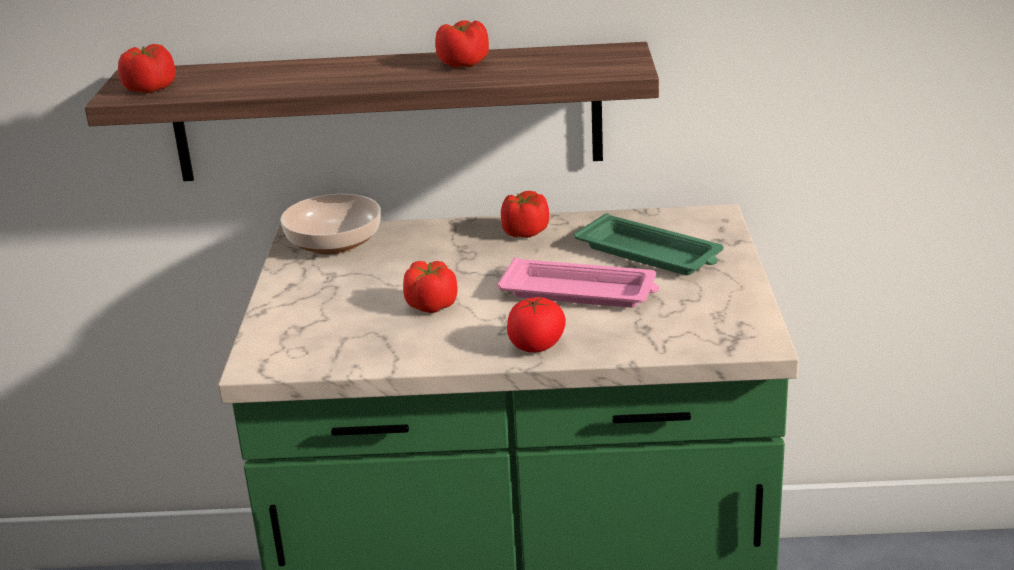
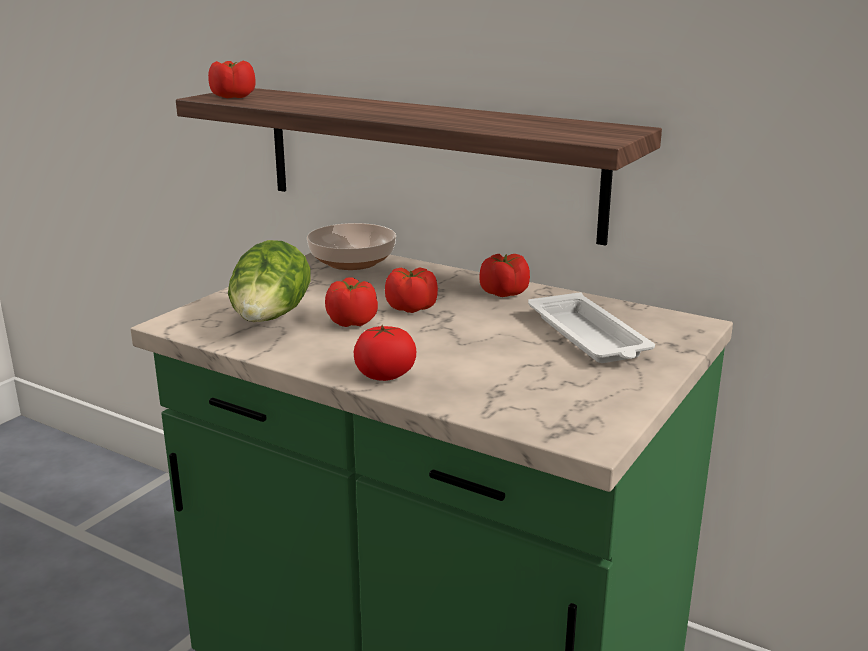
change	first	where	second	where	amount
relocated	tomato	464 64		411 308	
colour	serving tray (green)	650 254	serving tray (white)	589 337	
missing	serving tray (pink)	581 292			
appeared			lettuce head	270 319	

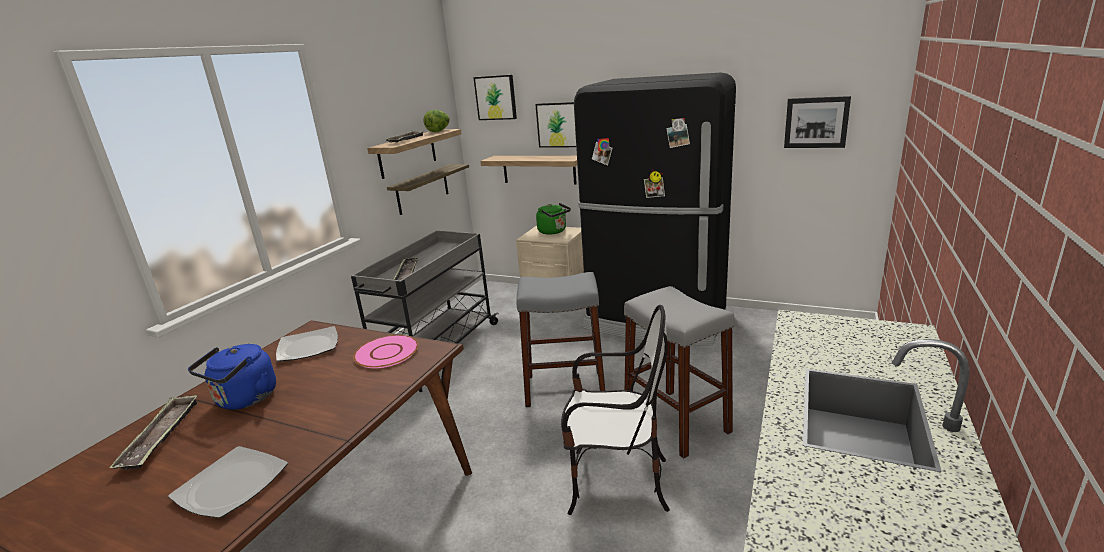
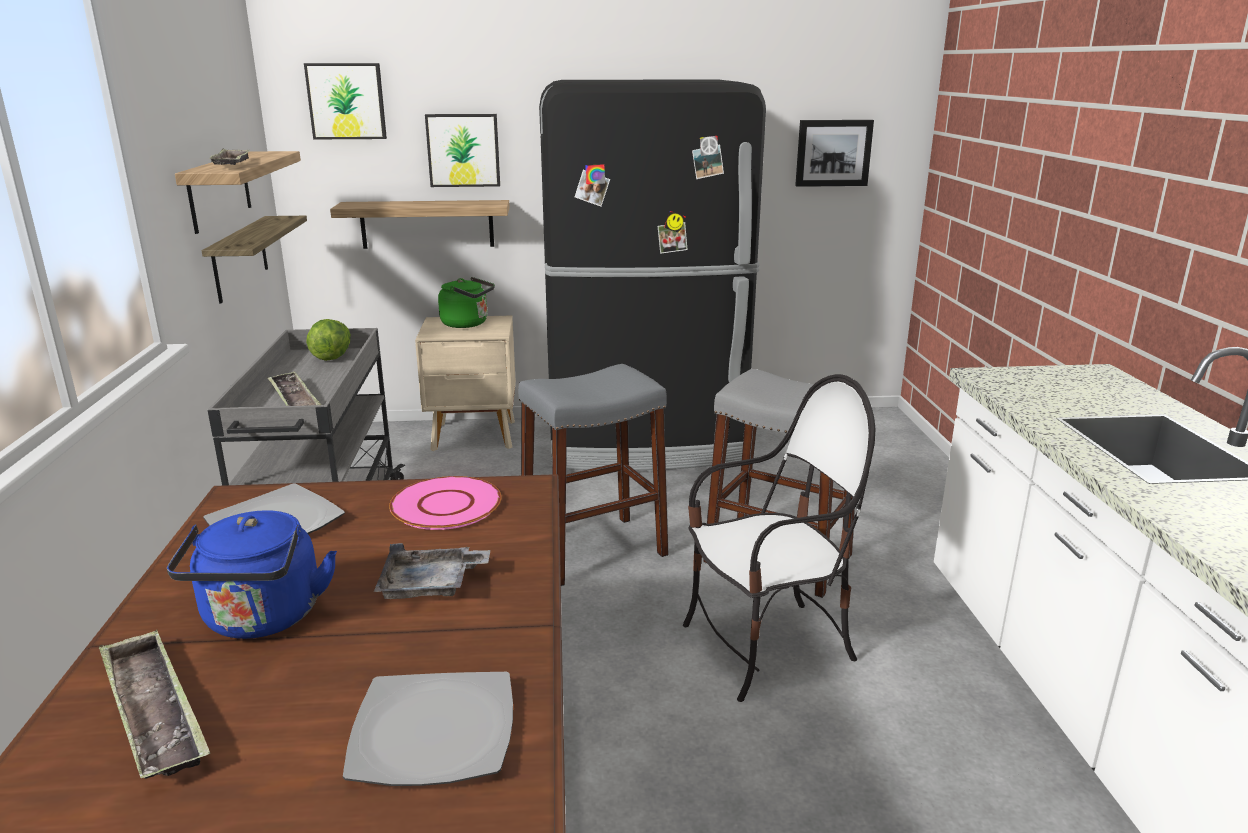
change	first	where	second	where	amount
relocated	lettuce head	439 131		332 356	
appeared			serving tray (grey)	430 585	

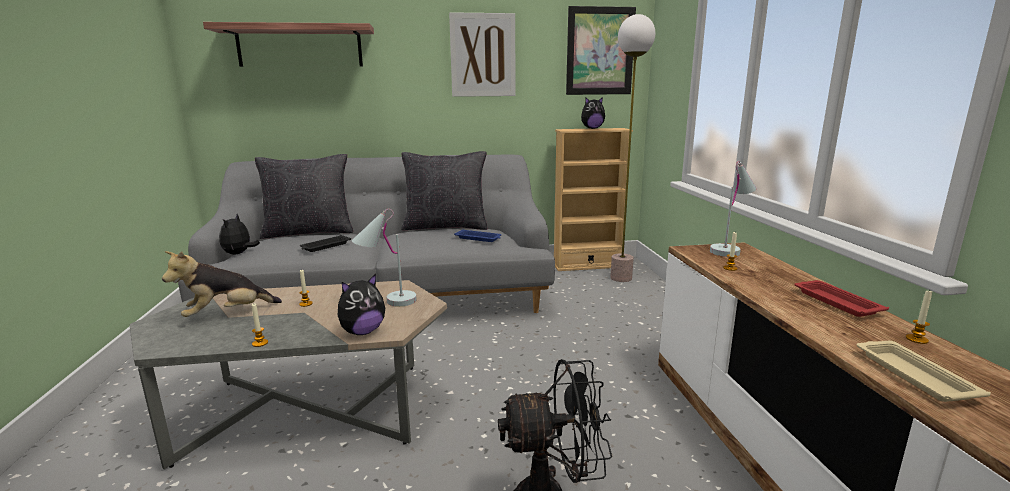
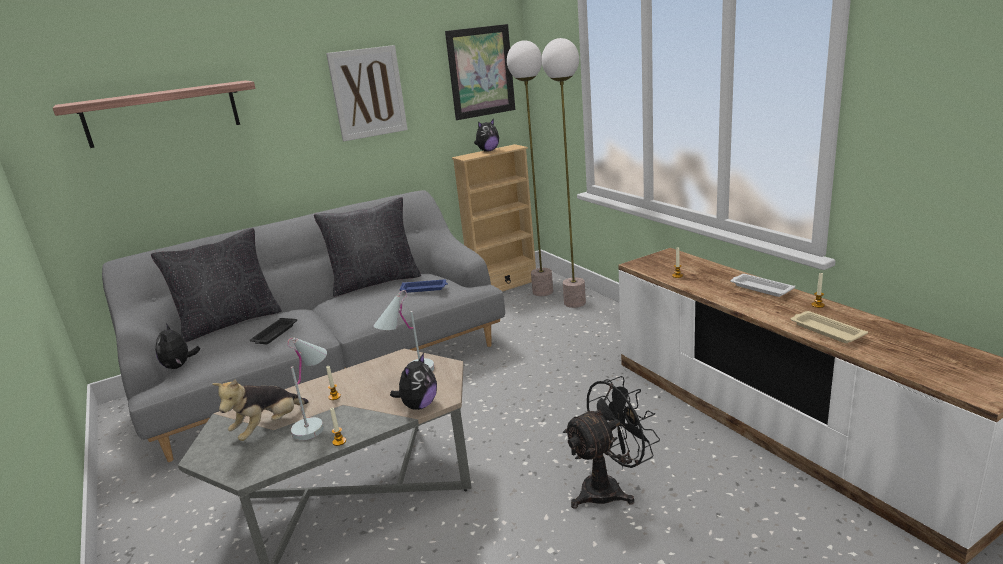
change	first	where	second	where	amount
relocated	lamp for a table (white)	730 249		317 422	
colour	serving tray (red-coloured)	835 302	serving tray (white)	760 288	
appeared			standing lamp	575 303	

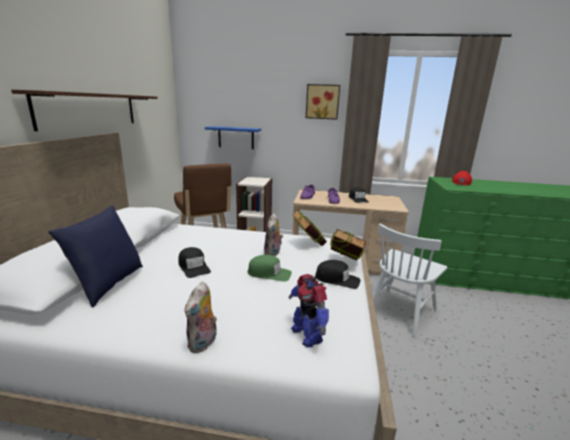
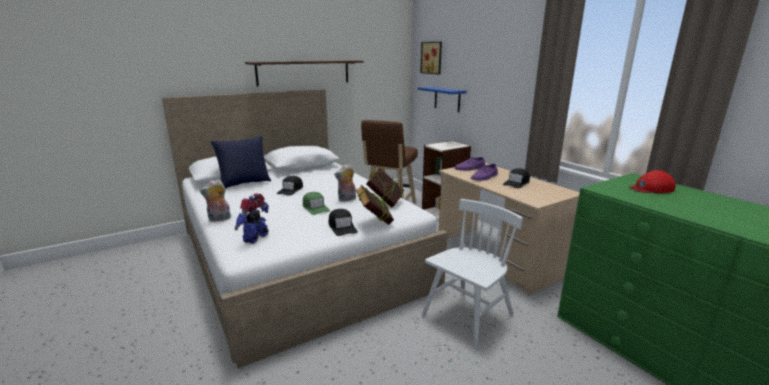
change	first	where	second	where	amount
relocated	wall art	322 102		432 58	
spun	chair (white)	400 311		467 316	135 degrees clockwise

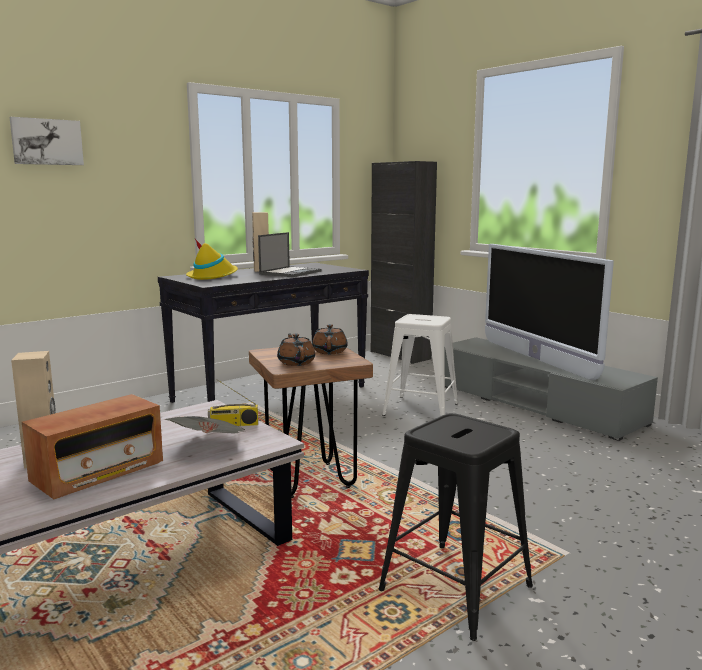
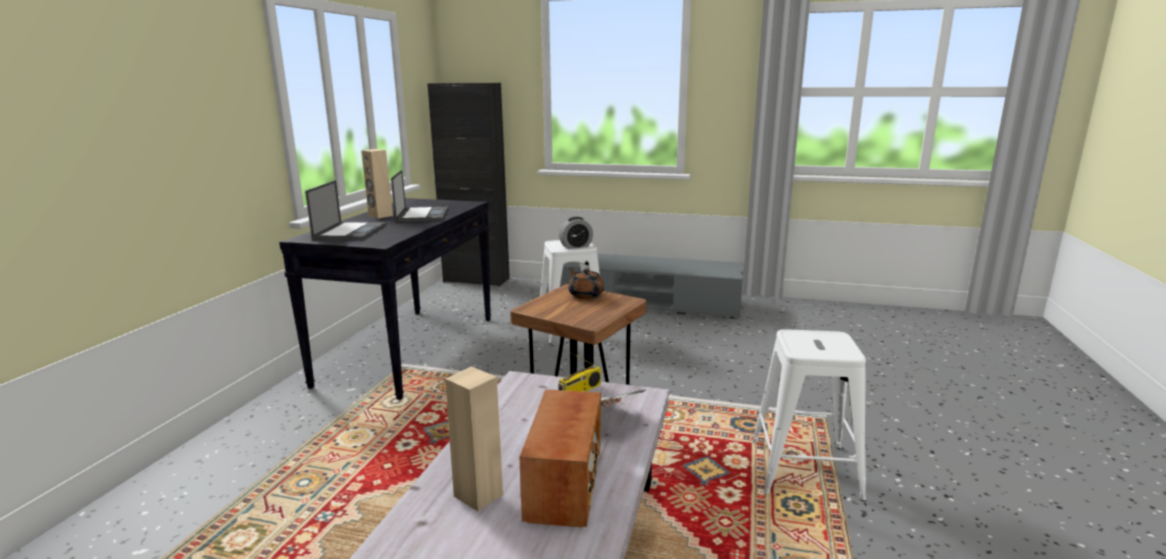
change	first	where	second	where	amount
missing	wall art	47 142			
exchanged	hat (yellowish)	213 276	portable computer	350 232	
missing	TV	536 359			
missing	teapot (brown)	296 362			
colour	sitting stool (black-coloured)	455 588	sitting stool (white)	804 469	
appeared			alarm clock	576 246	

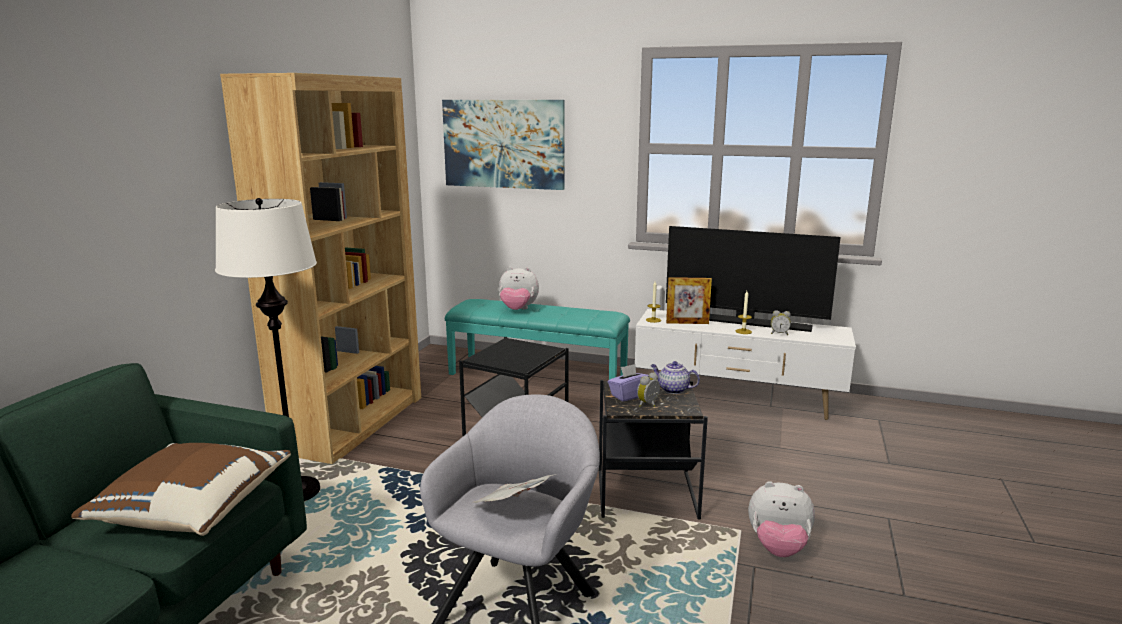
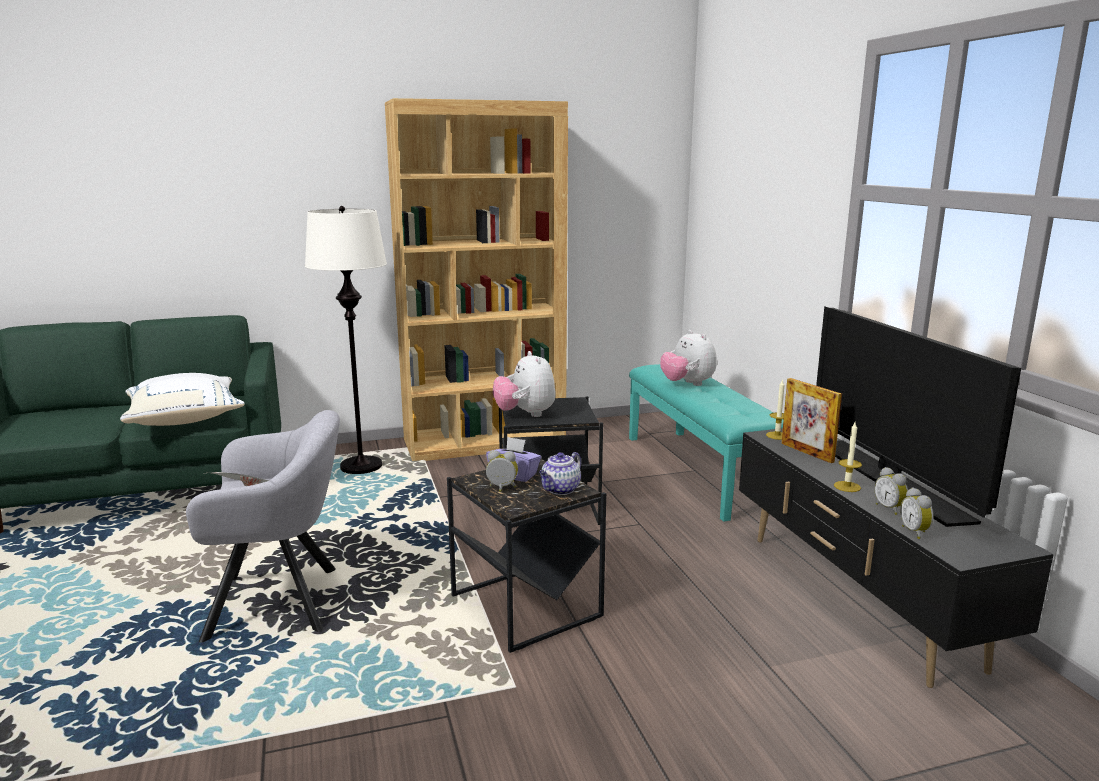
change	first	where	second	where	amount
missing	wall art	503 144			
colour	tv unit (white)	737 401	tv unit (black-coloured)	856 599	
spun	teapot	673 390		560 490	135 degrees counterclockwise
colour	pillow (brown)	192 510	pillow (white)	185 419	
relocated	cuddly toy	778 548		525 414	
appeared			alarm clock	915 532	

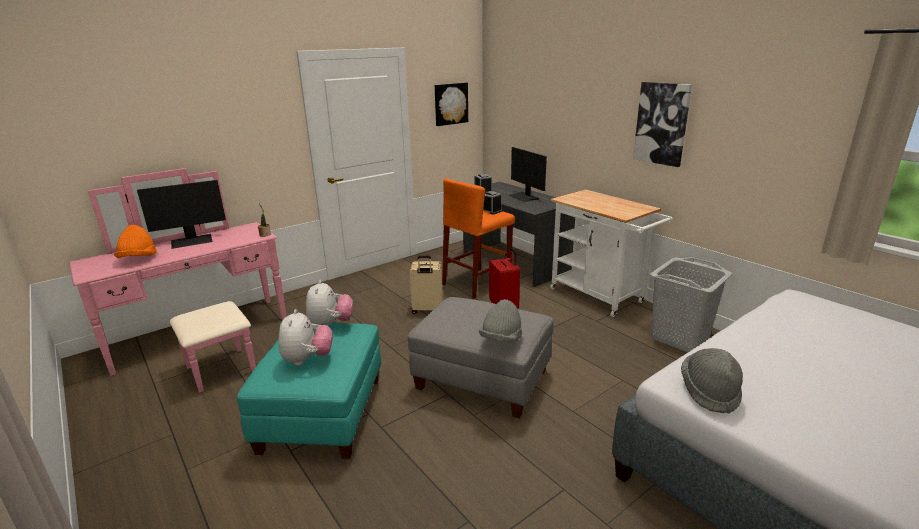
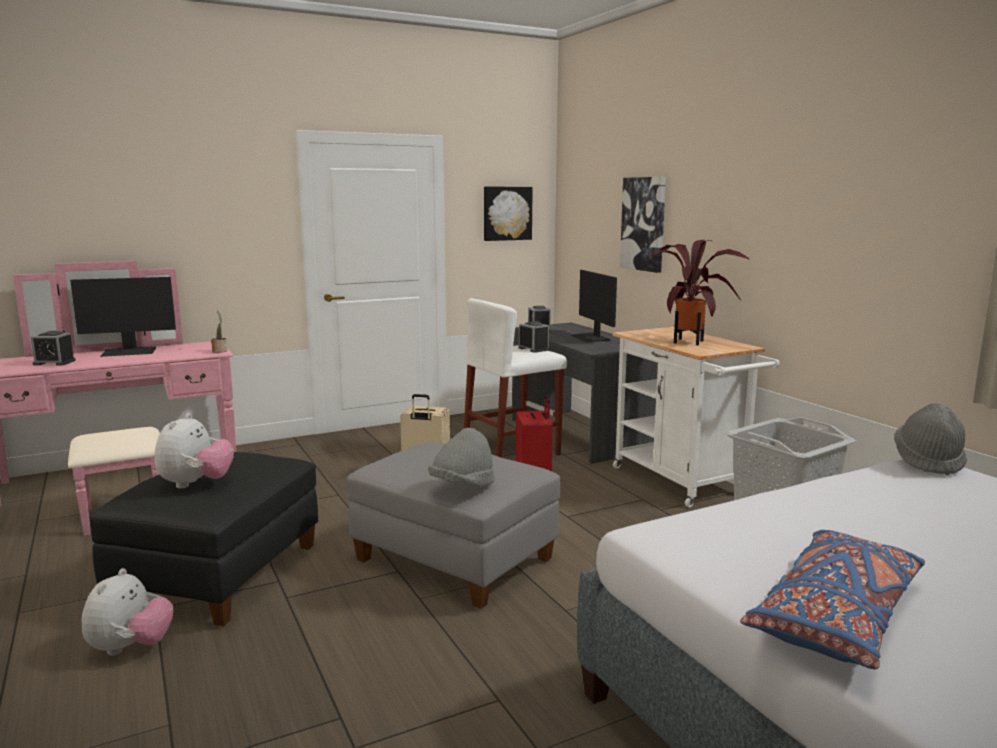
change	first	where	second	where	amount
relocated	wall art	662 123		644 224	
colour	sitting stool (orange-coloured)	476 283	sitting stool (white)	511 452	
exchanged	hat (orange-coloured)	138 259	alarm clock	54 362	
relocated	cuddly toy	330 325		130 647	
colour	ottoman (turquoise-coloured)	322 415	ottoman (black-coloured)	218 575	
relocated	hat (grey)	709 392		928 462	
appeared			houseplant	691 341	
appeared			pillow (bluish)	837 616	

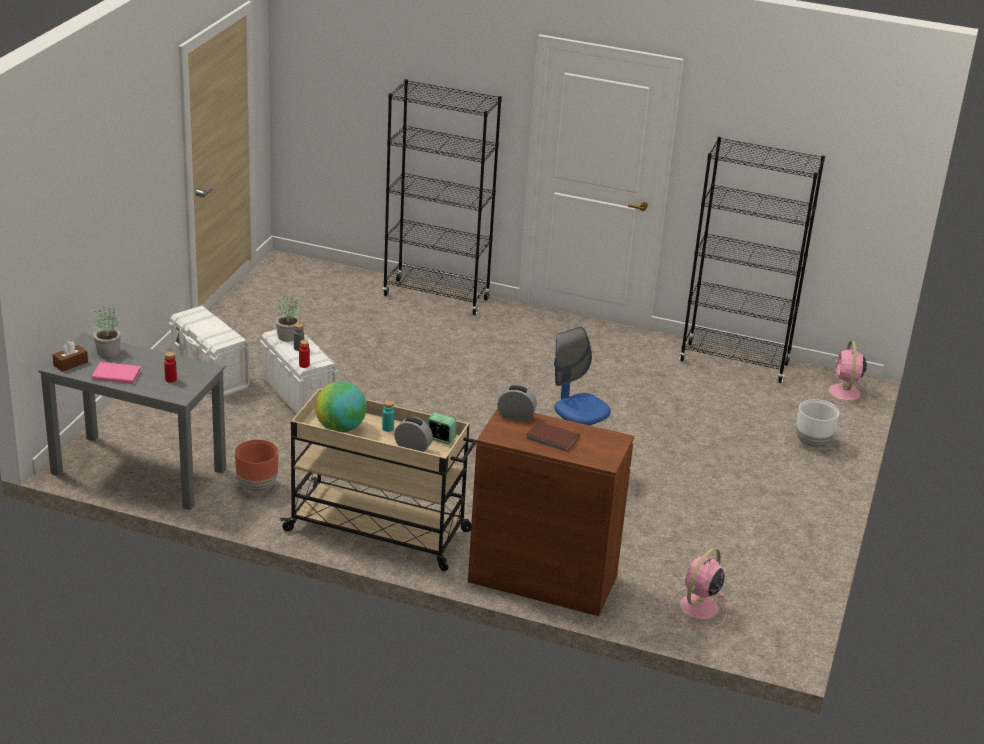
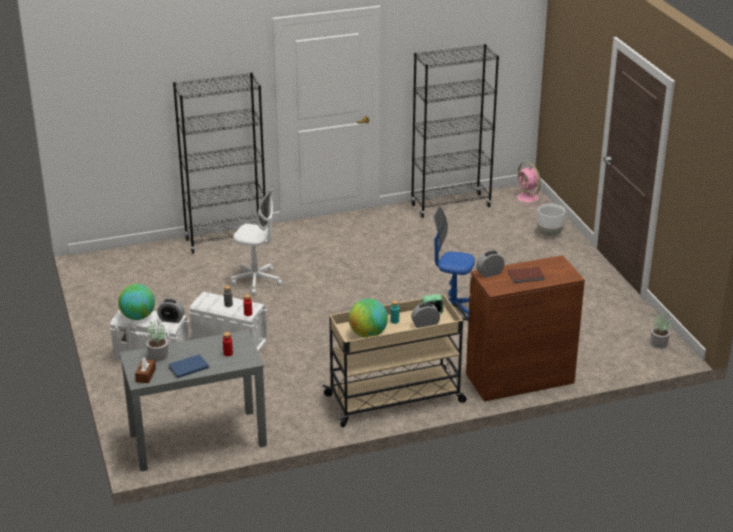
change	first	where	second	where	amount
relocated	houseplant	288 336		659 343	
colour	volume (pink)	116 374	volume (bluish)	187 367	
missing	planter (brown)	256 486			
missing	cooling fan (pink)	698 608			
appeared			computer chair (white)	256 281	
appeared			desk globe	138 317	
appeared			alarm clock	171 320	

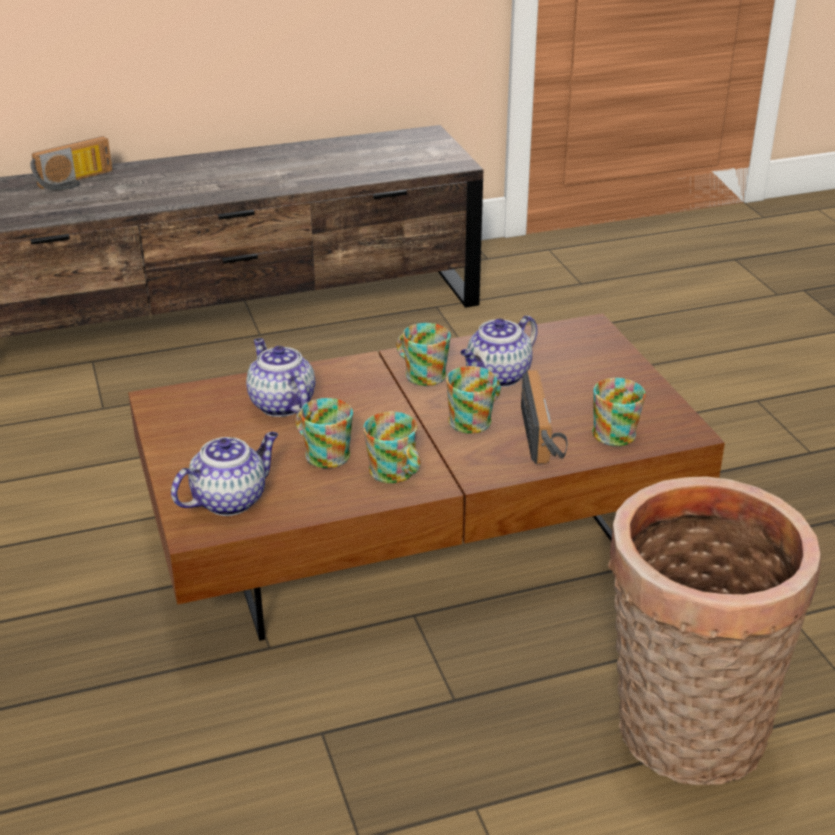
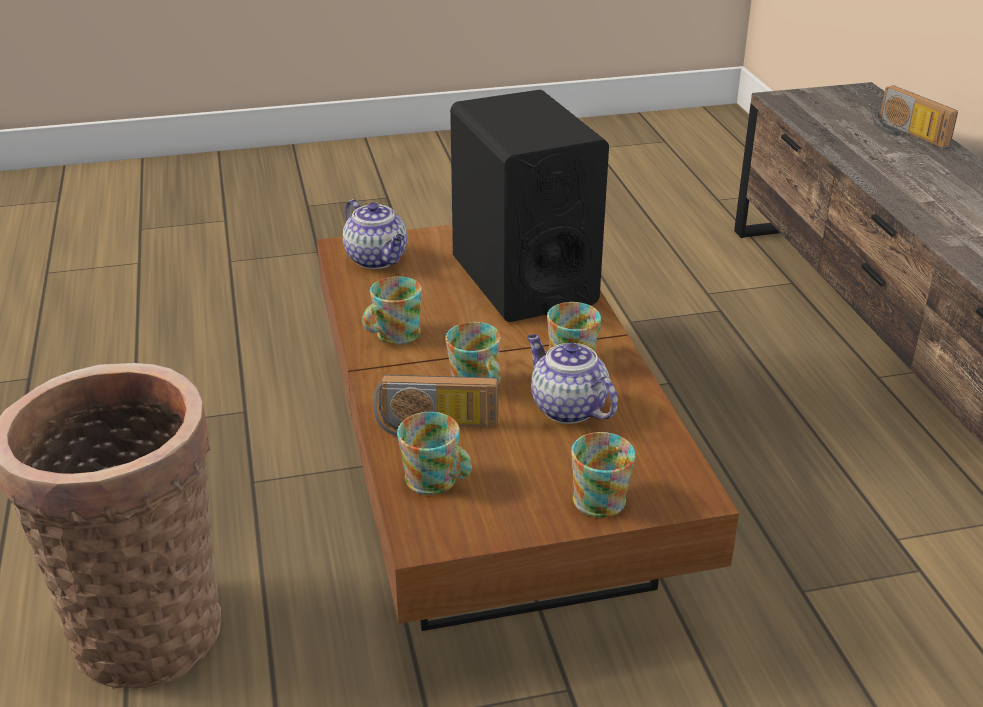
change	first	where	second	where	amount
exchanged	teapot	280 404	audio speaker (black-coloured)	523 280	
relocated	tea mug	323 453		605 497	

